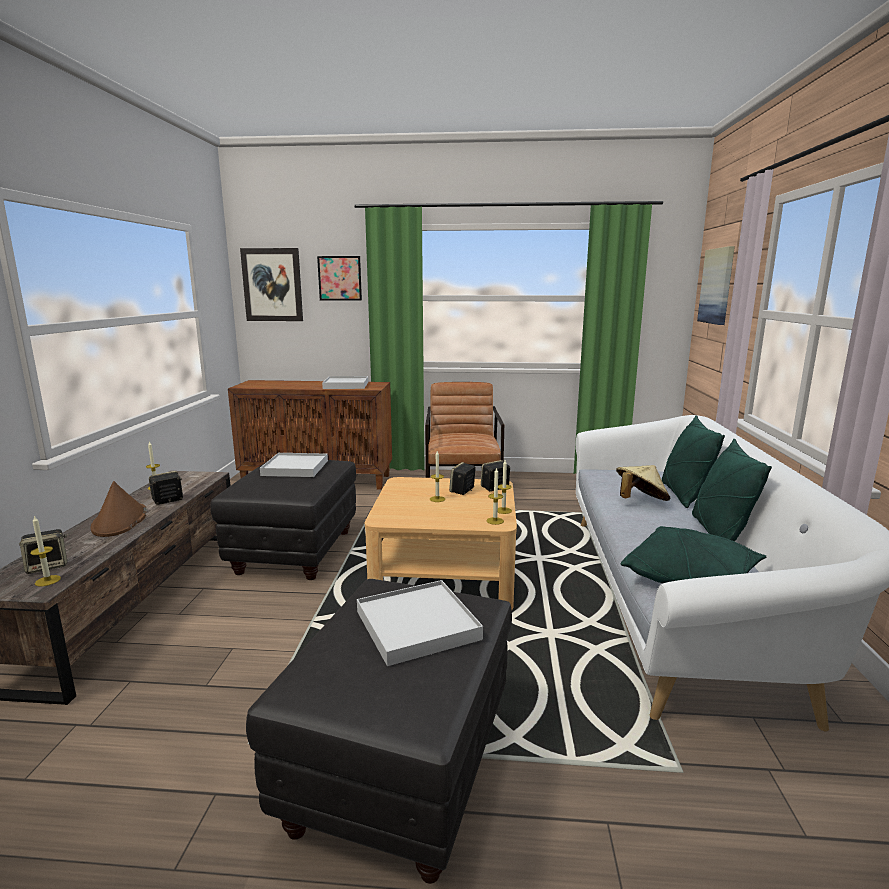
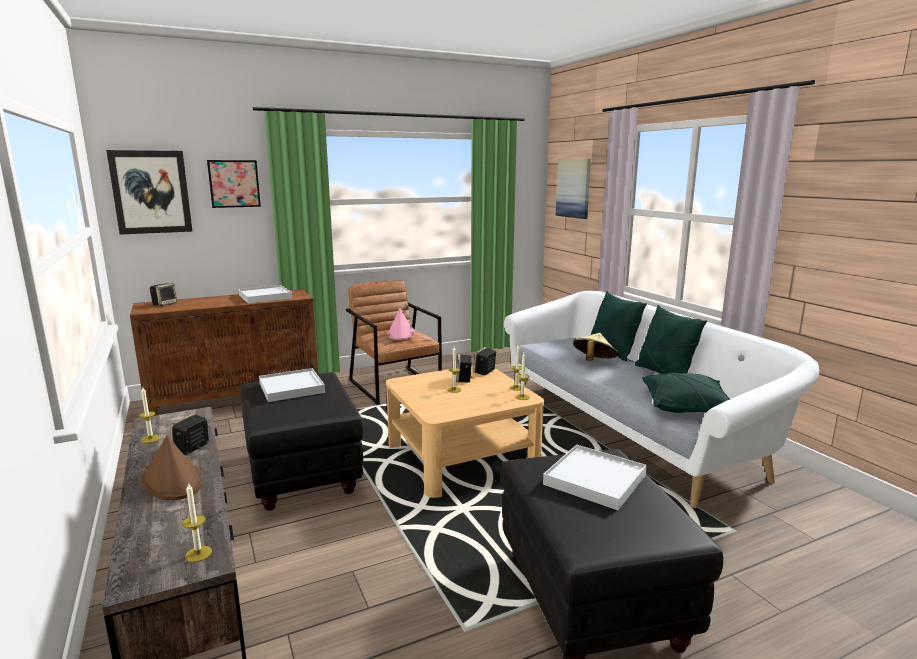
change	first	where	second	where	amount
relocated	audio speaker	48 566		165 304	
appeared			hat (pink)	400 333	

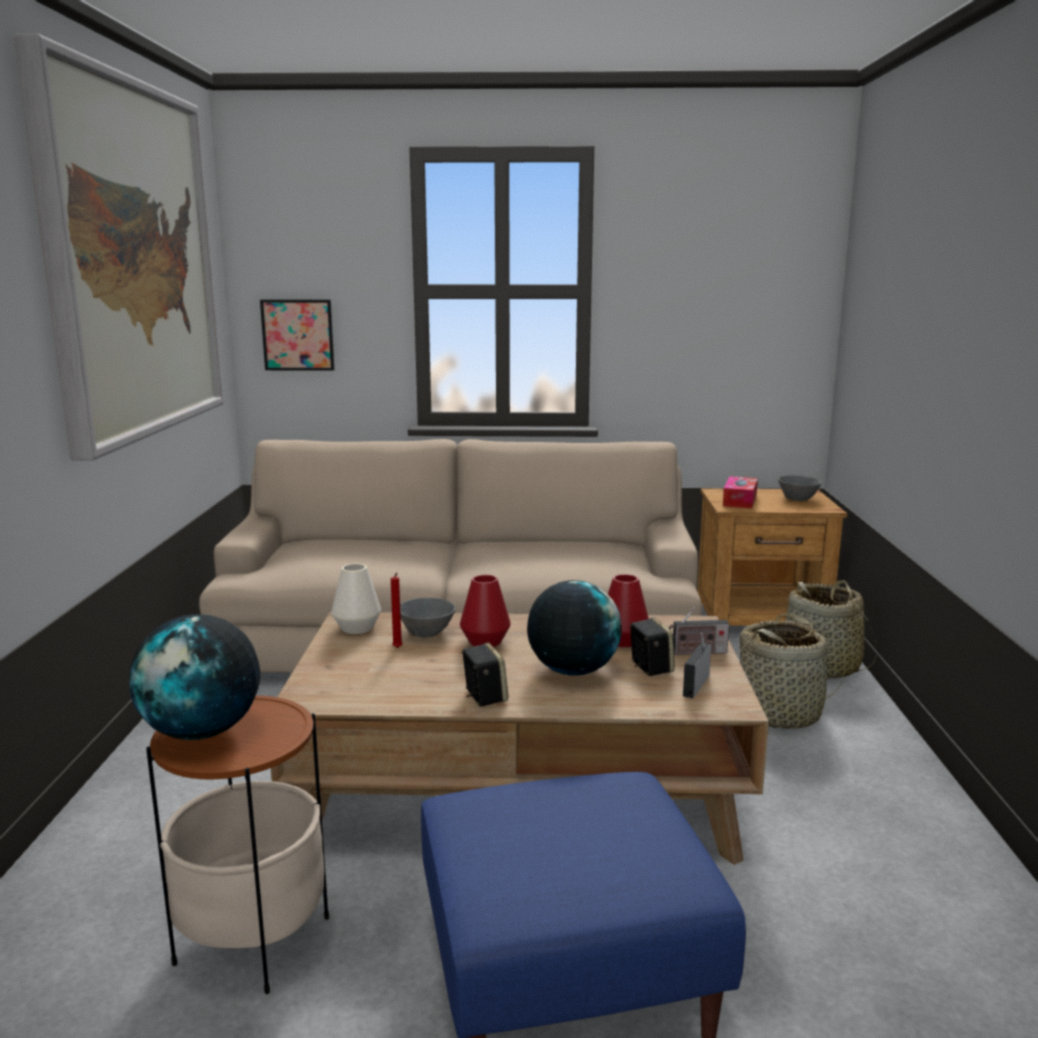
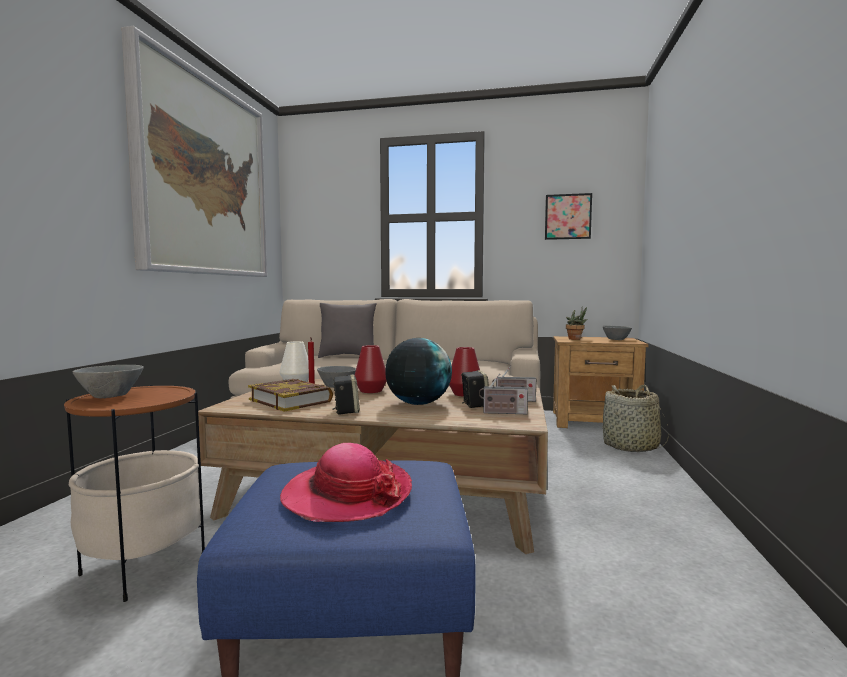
change	first	where	second	where	amount
relocated	wall art	298 335		568 216	
exchanged	box of tissues	739 500	houseplant	576 339	
missing	household basket	781 713			
exchanged	desk globe	202 732	deep dish (grey)	112 395	
spun	radio	696 684		502 413	120 degrees counterclockwise
appeared			pillow (grey)	347 356	
appeared			volume	290 400	
appeared			hat	347 494	

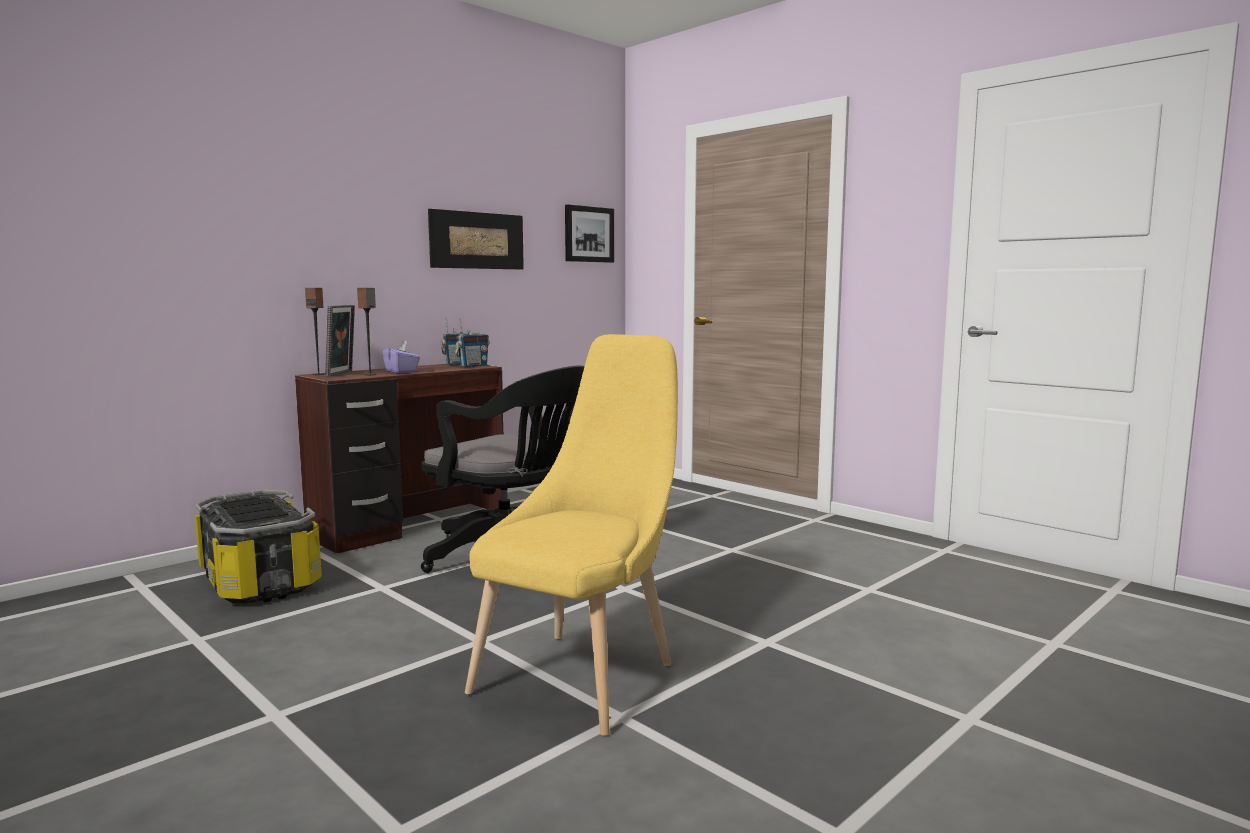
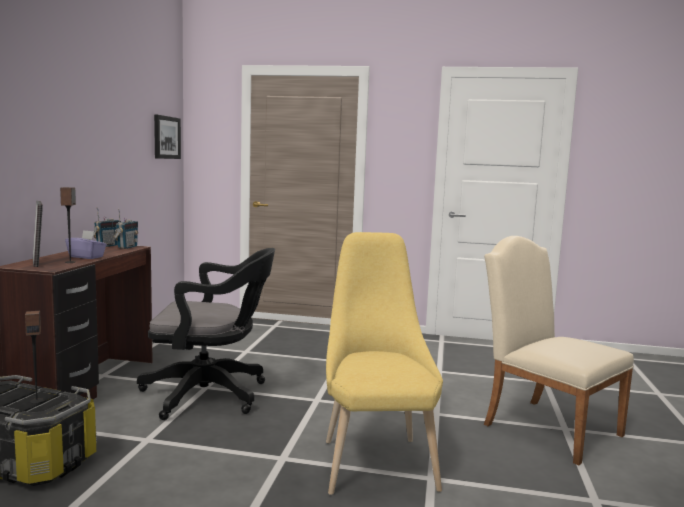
change	first	where	second	where	amount
missing	wall art	477 240			
relocated	audio speaker	319 374		36 401	
appeared			chair (sand-coloured)	544 426	

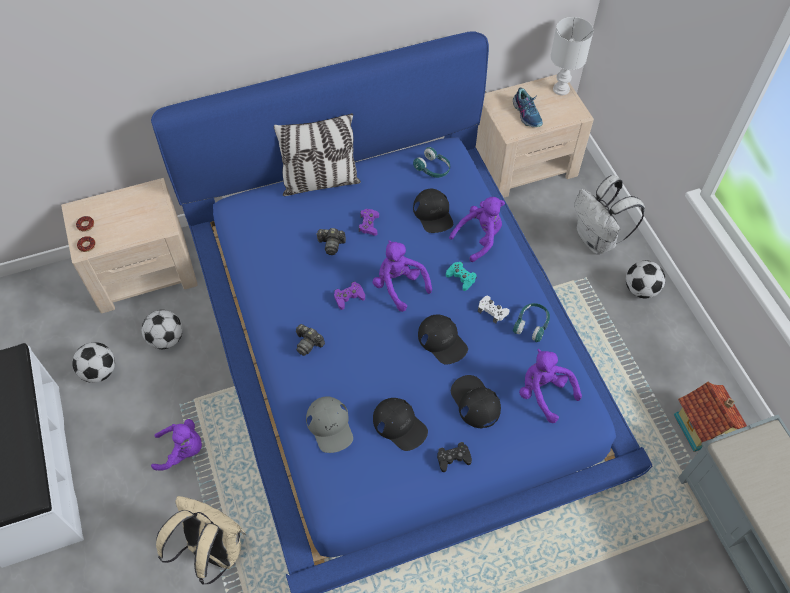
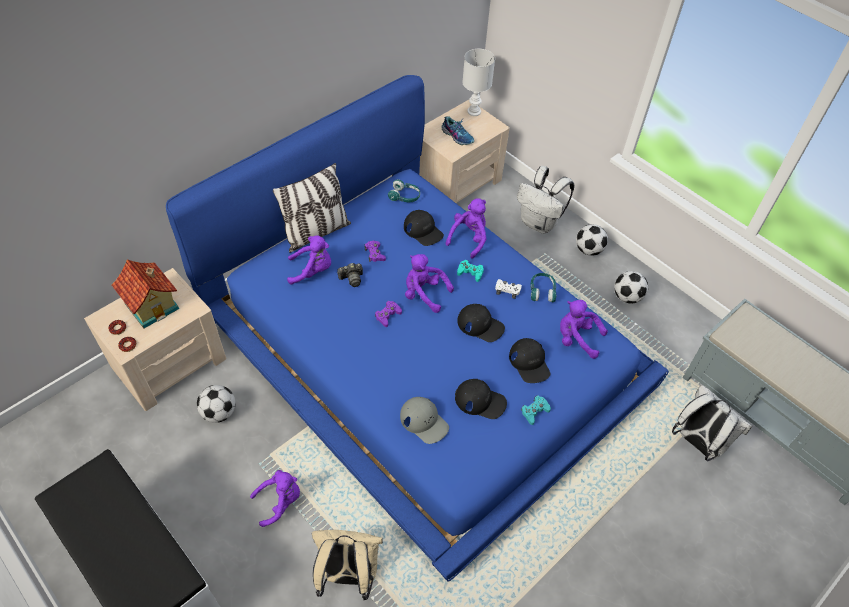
change	first	where	second	where	amount
missing	still camera	308 343			
relocated	football	99 372		627 297	
spun	peaked cap (black-coloured)	475 402		529 363	150 degrees counterclockwise
relocated	model house	703 426		153 305	
colour	gamepad (black-coloured)	453 458	gamepad (turquoise-coloured)	534 411	
appeared			cuddly toy (purplish)	312 271	
appeared			knapsack (white)	697 442	

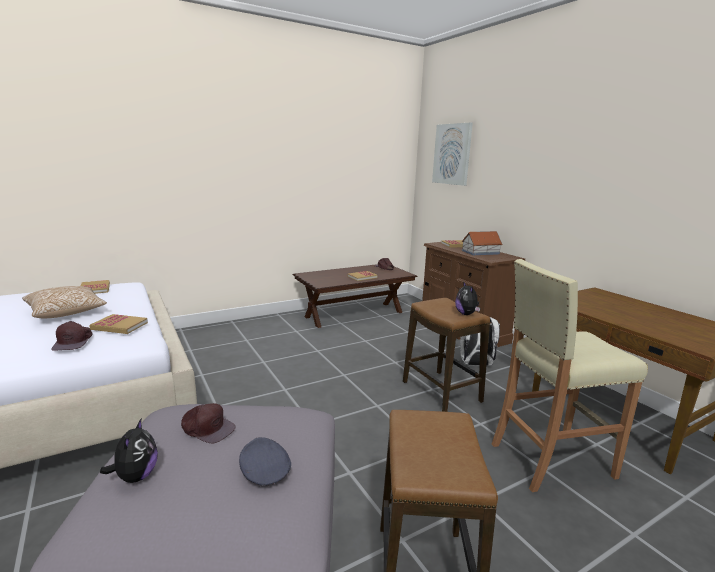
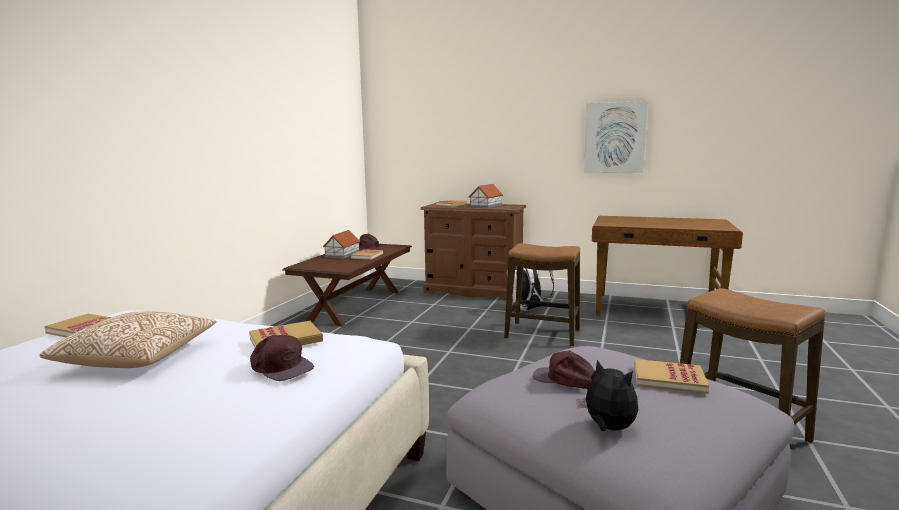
change	first	where	second	where	amount
relocated	wall art	452 154		615 138	
missing	sitting stool (sand-coloured)	550 460			
missing	cuddly toy	466 314			
spun	peaked cap (brown)	207 428		565 380	135 degrees counterclockwise
exchanged	peaked cap (grey)	264 471	volume	669 379	
appeared			model house	342 254	

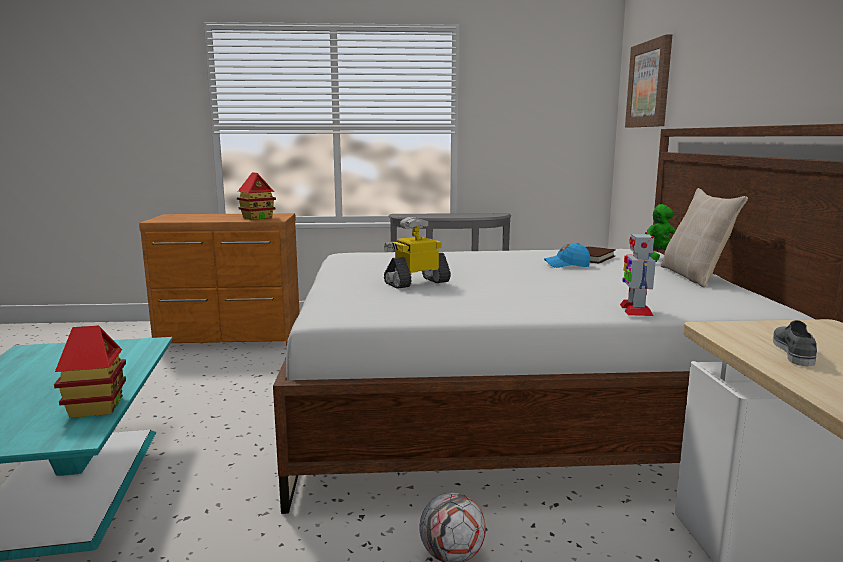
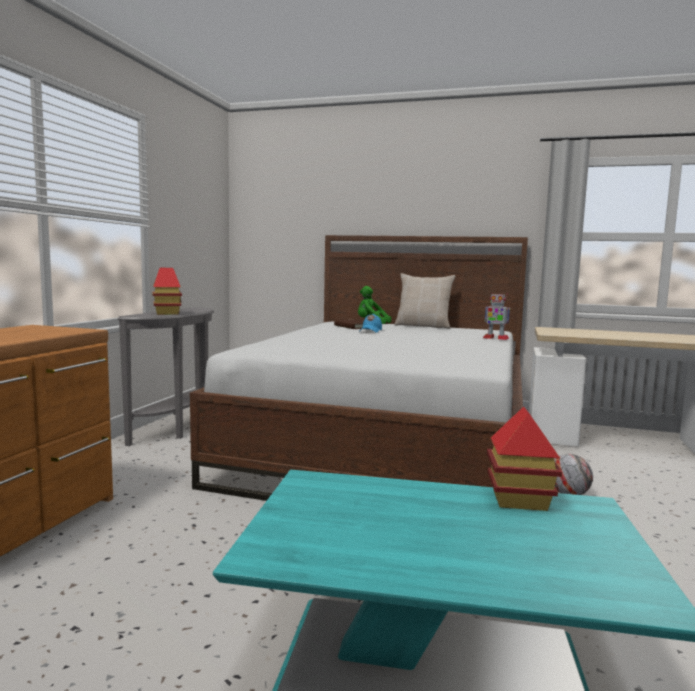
change	first	where	second	where	amount
missing	wall art	649 84			
relocated	model house	257 217		167 313	
missing	toy robot	416 282			
missing	shoe (grey)	794 351			

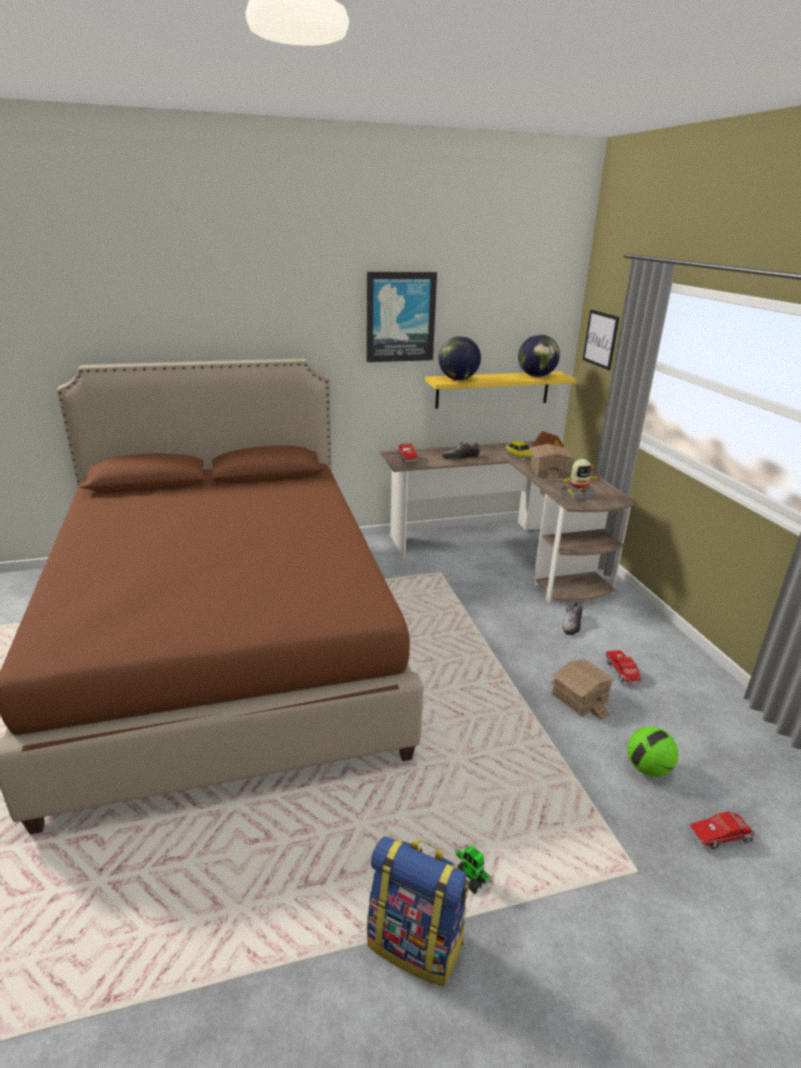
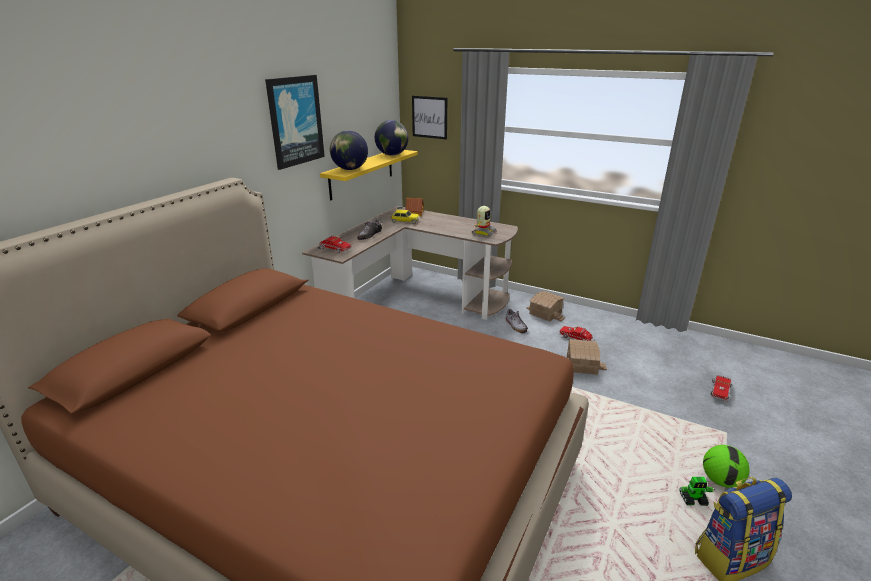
change	first	where	second	where	amount
relocated	model house	549 471		545 313	
relocated	football	647 768		720 480	

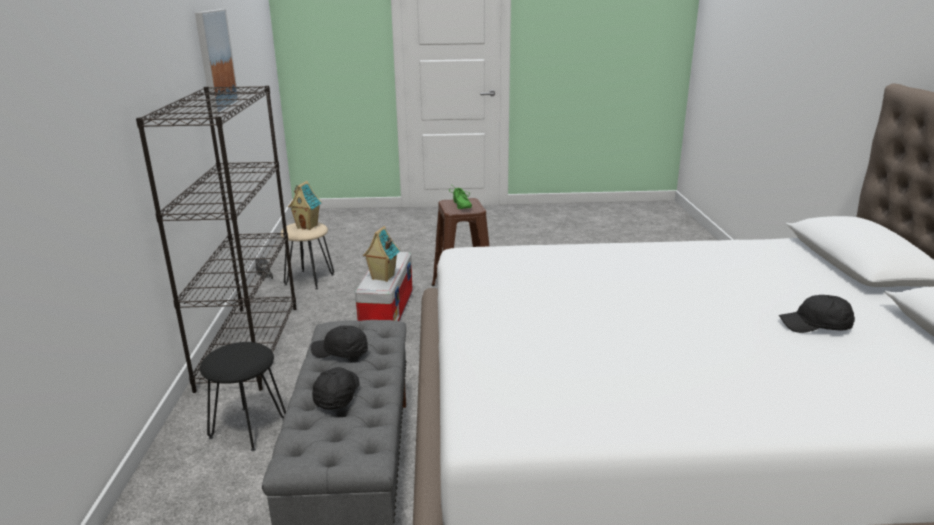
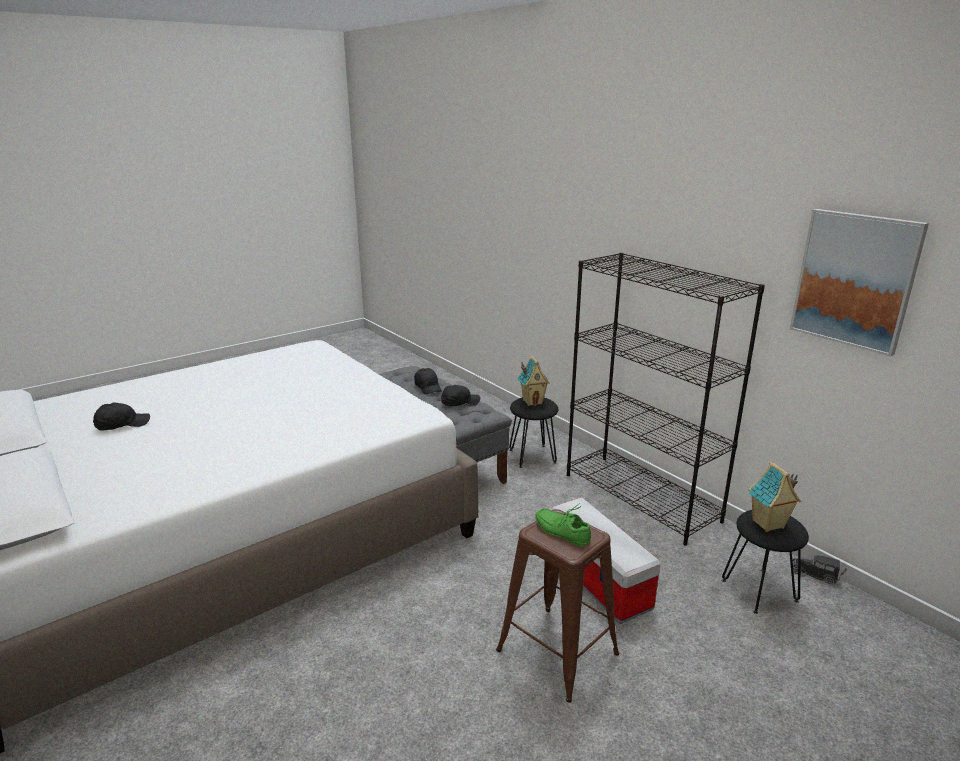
change	first	where	second	where	amount
colour	sitting stool (sand-coloured)	310 279	sitting stool (black-coloured)	759 591	
relocated	model house	382 277		532 401	

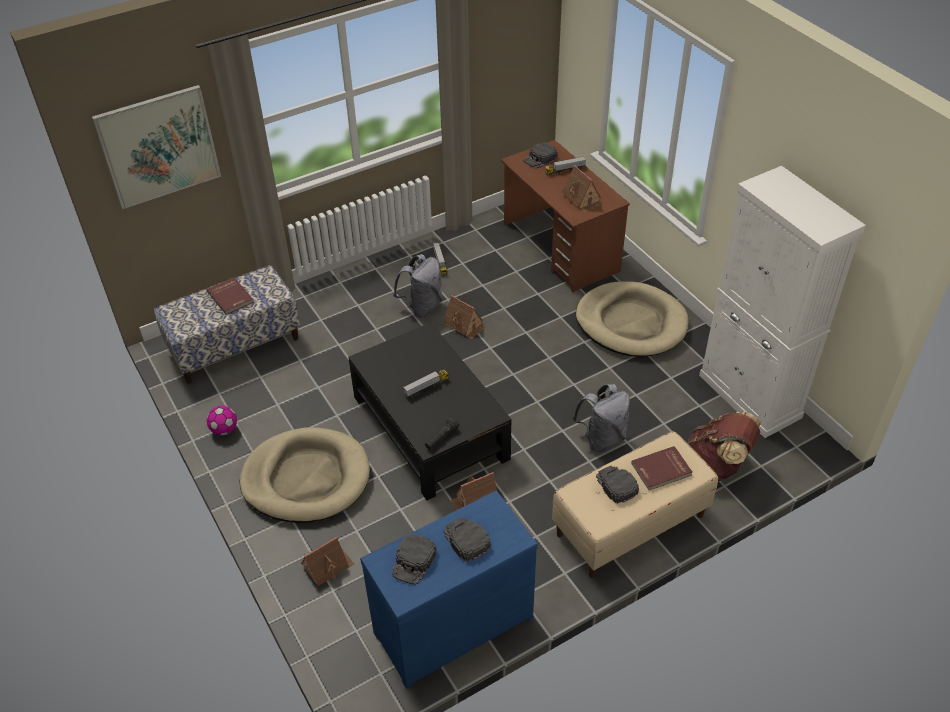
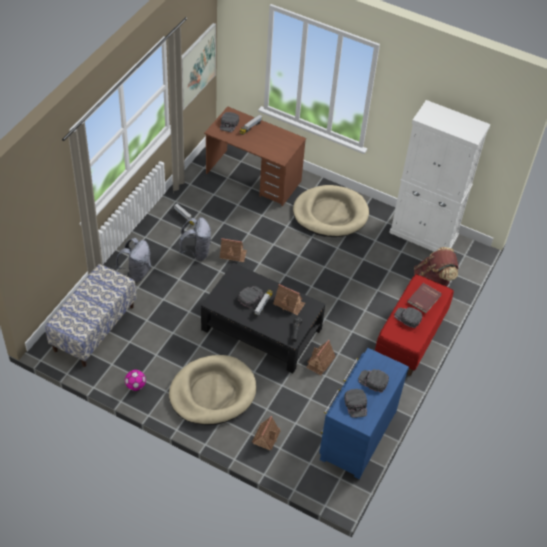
change	first	where	second	where	amount
relocated	wall art	159 146		196 66	
relocated	model house	582 199		289 303	
missing	volume (red-coloured)	231 297			
relocated	knapsack (grey)	602 438		136 273	
colour	bench (sand-coloured)	630 525	bench (red-coloured)	410 337	
appeared			peaked cap (black-coloured)	250 297	

